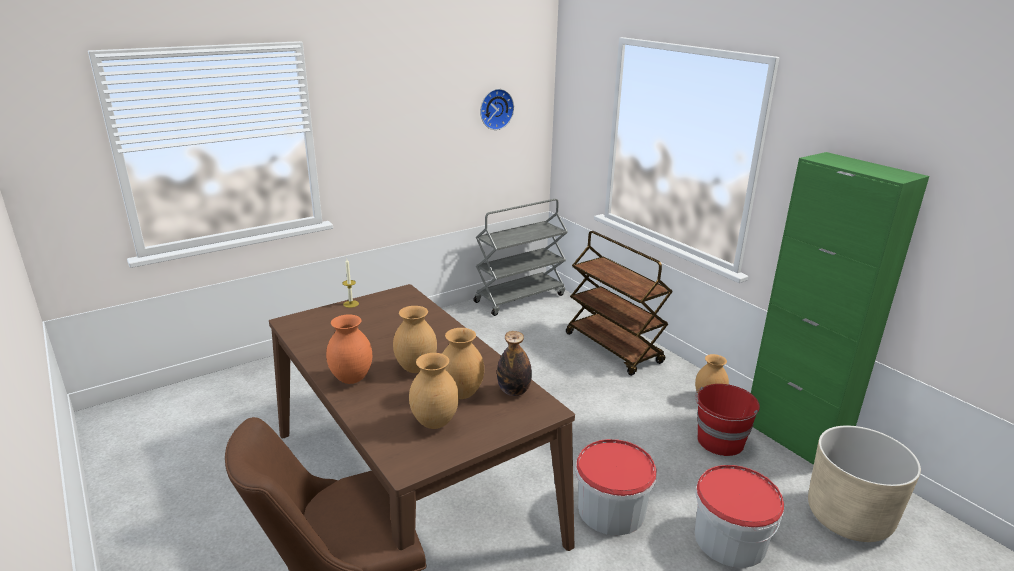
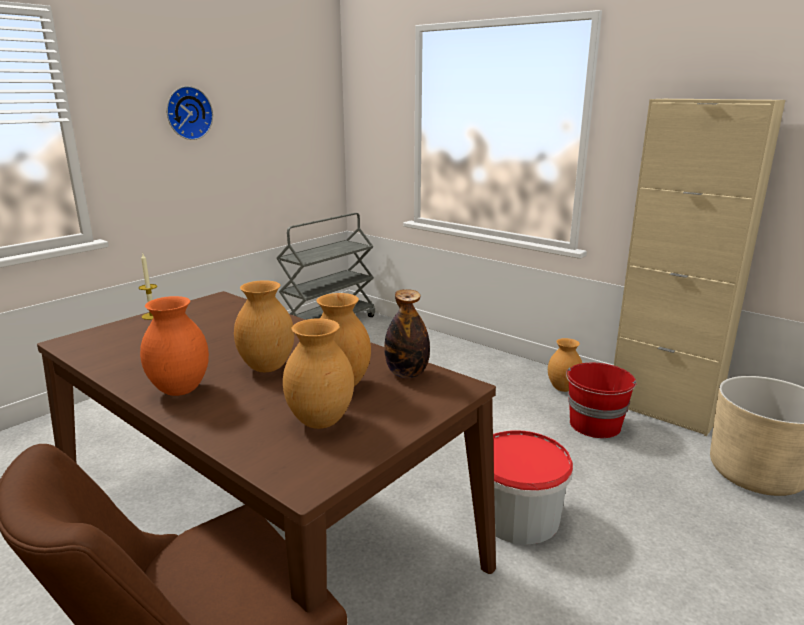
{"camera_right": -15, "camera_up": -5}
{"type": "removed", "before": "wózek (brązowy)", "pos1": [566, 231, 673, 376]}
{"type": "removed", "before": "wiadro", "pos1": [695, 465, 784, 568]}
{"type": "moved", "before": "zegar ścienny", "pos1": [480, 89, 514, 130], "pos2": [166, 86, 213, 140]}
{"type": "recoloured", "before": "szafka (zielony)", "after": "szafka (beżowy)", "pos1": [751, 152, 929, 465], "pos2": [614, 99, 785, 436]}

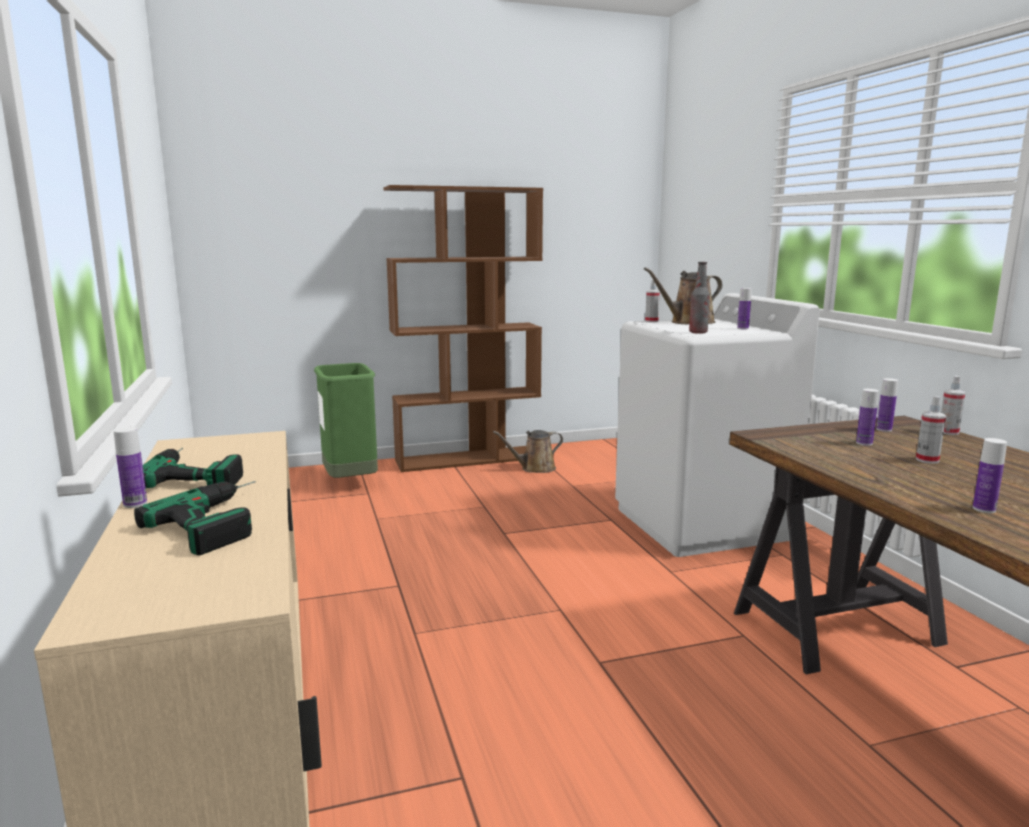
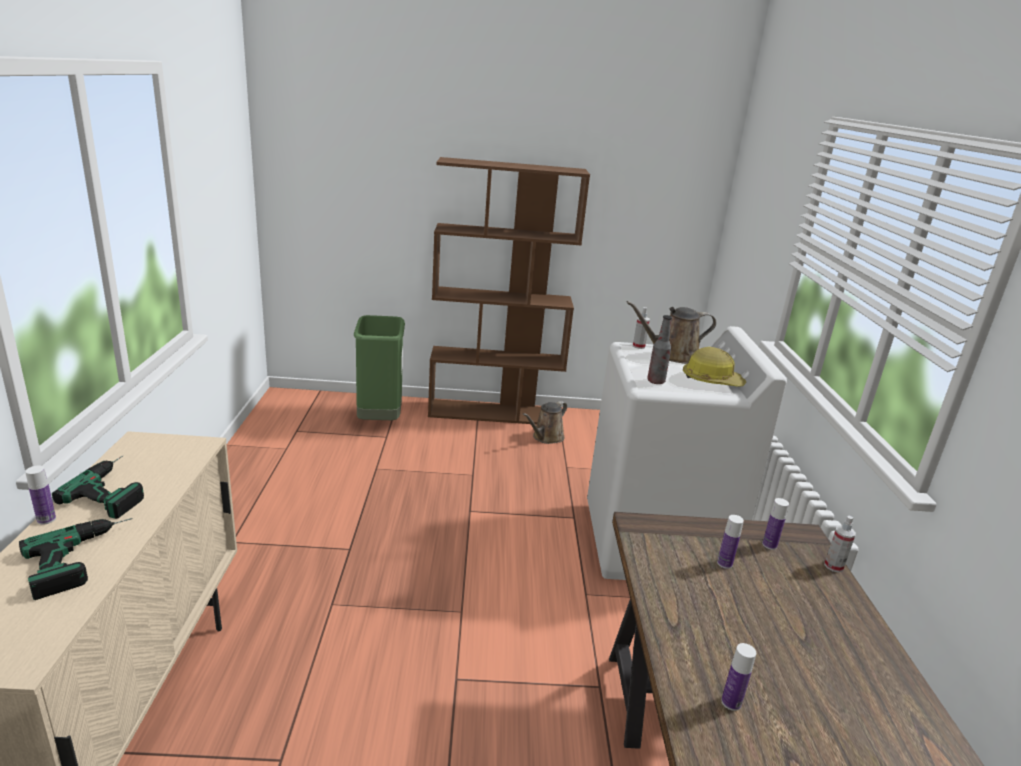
{"camera_right": 15, "camera_up": 10}
{"type": "removed", "before": "spryskiwacz", "pos1": [916, 396, 946, 464]}
{"type": "replaced", "before": "butelka", "after": "kask", "pos1": [737, 288, 752, 330], "pos2": [683, 347, 746, 387]}
{"type": "turned", "before": "konewka (brązowy)", "pos1": [493, 430, 563, 473], "pos2": [523, 401, 567, 444], "turn": -45}

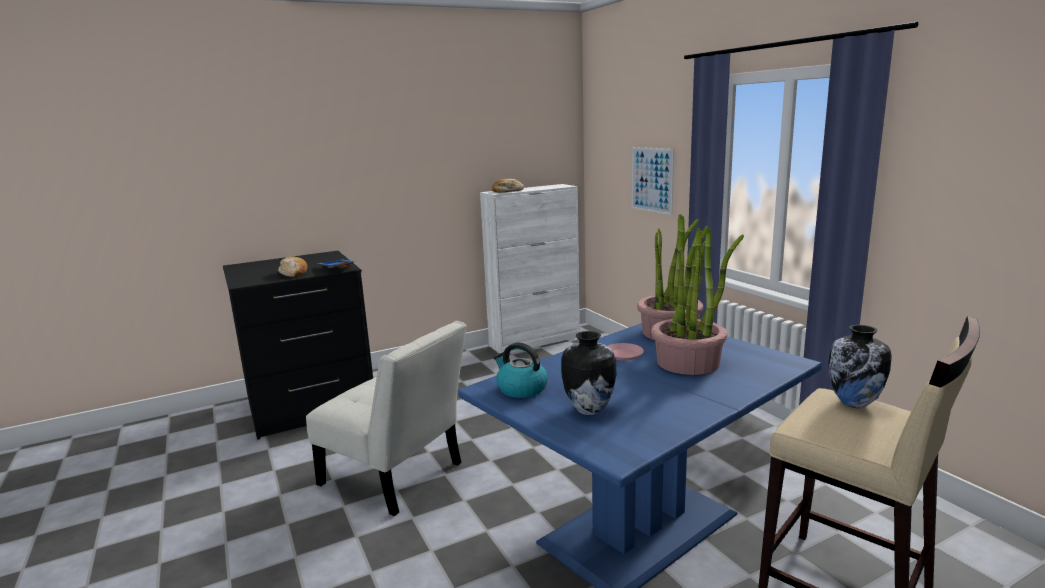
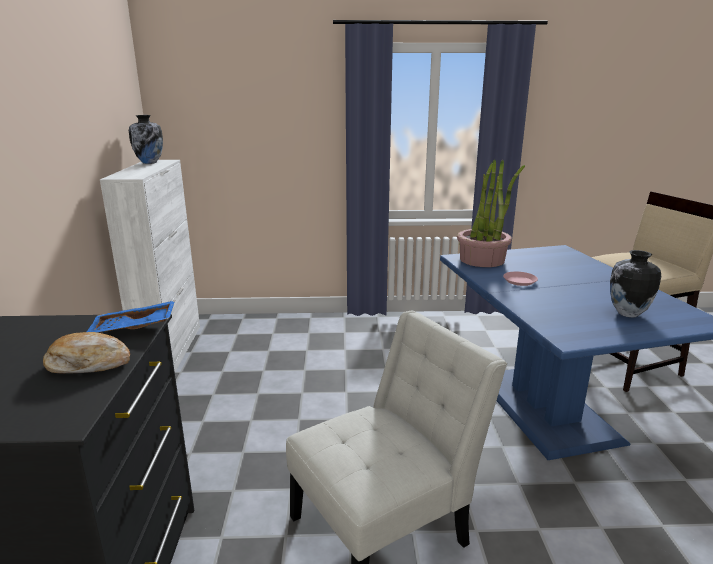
{"camera_right": -65, "camera_up": 5}
{"type": "removed", "before": "chleb", "pos1": [492, 179, 524, 193]}
{"type": "removed", "before": "czajnik", "pos1": [493, 342, 548, 398]}
{"type": "removed", "before": "obraz", "pos1": [632, 147, 674, 215]}
{"type": "removed", "before": "roślina doniczkowa", "pos1": [651, 227, 744, 375]}
{"type": "moved", "before": "wazon", "pos1": [828, 325, 892, 408], "pos2": [129, 115, 163, 164]}

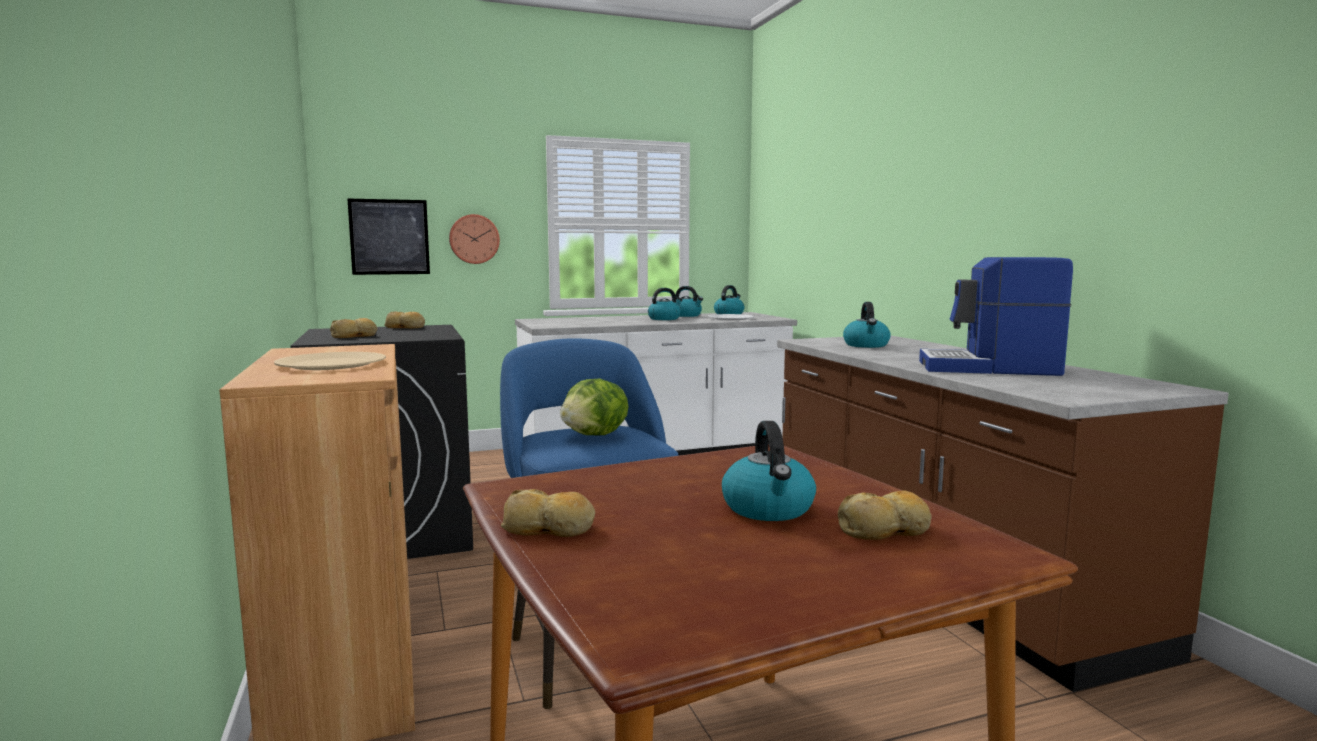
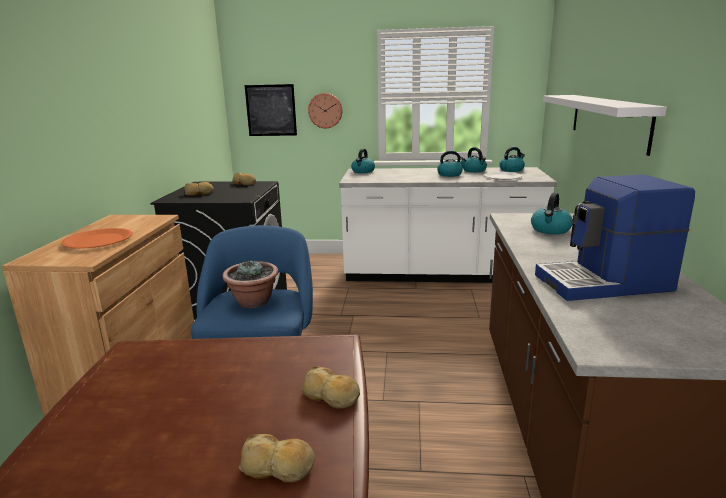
{"camera_right": 25, "camera_up": 10}
{"type": "added", "after": "półka (biały)", "pos2": [543, 95, 667, 156]}
{"type": "moved", "before": "chleb", "pos1": [501, 489, 595, 537], "pos2": [301, 366, 360, 409]}
{"type": "moved", "before": "czajnik", "pos1": [722, 421, 816, 521], "pos2": [351, 149, 375, 173]}
{"type": "replaced", "before": "sałata", "after": "roślina doniczkowa", "pos1": [560, 379, 628, 435], "pos2": [222, 261, 278, 308]}
{"type": "recoloured", "before": "talerz (beżowy)", "after": "talerz (pomarańczowy)", "pos1": [274, 352, 386, 370], "pos2": [61, 228, 133, 249]}
{"type": "turned", "before": "ekspres do kawy", "pos1": [919, 257, 1073, 376], "pos2": [535, 175, 695, 301], "turn": -45}

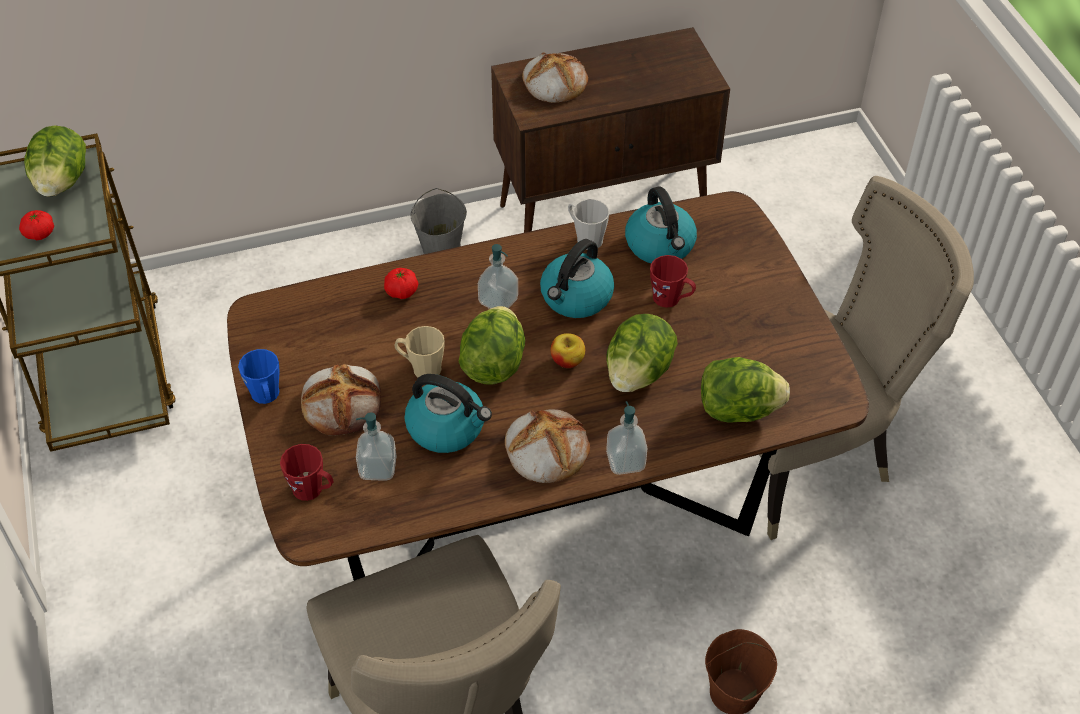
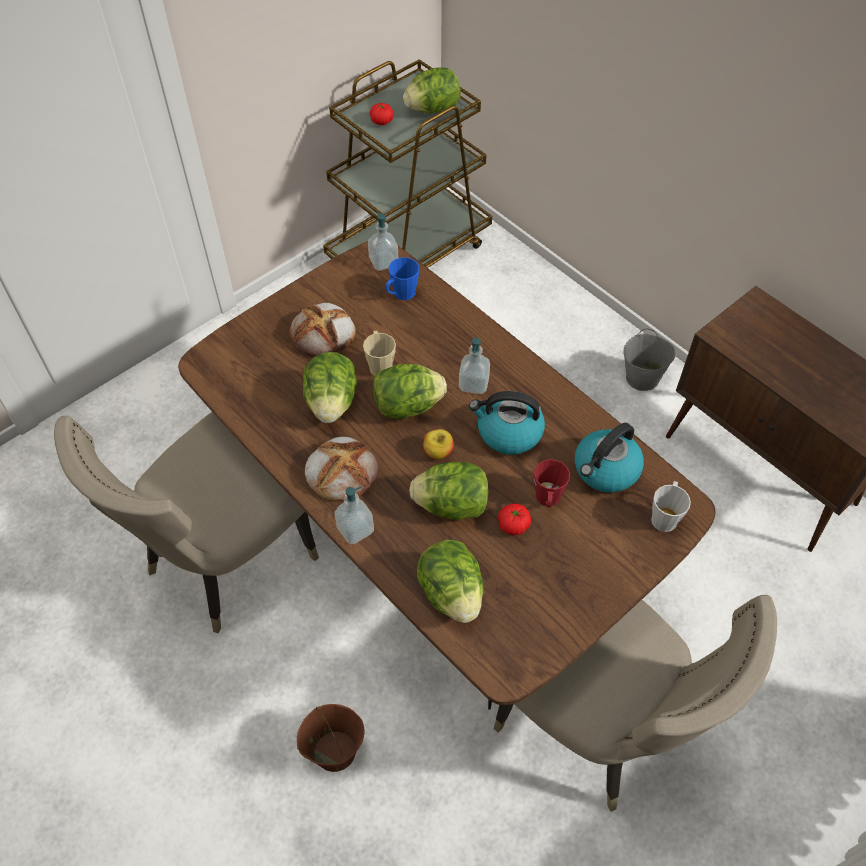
{"camera_right": 65, "camera_up": 5}
{"type": "removed", "before": "kubek (czerwony)", "pos1": [280, 444, 333, 501]}
{"type": "removed", "before": "chleb", "pos1": [522, 53, 588, 103]}
{"type": "moved", "before": "kubek (niebieski)", "pos1": [238, 349, 279, 404], "pos2": [385, 257, 419, 300]}
{"type": "moved", "before": "dozownik mydła", "pos1": [356, 412, 397, 481], "pos2": [368, 212, 398, 271]}
{"type": "moved", "before": "pomidor", "pos1": [384, 268, 418, 299], "pos2": [498, 504, 531, 535]}
{"type": "moved", "before": "kubek (szary)", "pos1": [568, 199, 609, 248], "pos2": [651, 481, 691, 532]}
{"type": "replaced", "before": "czajnik", "after": "sałata", "pos1": [405, 374, 492, 453], "pos2": [302, 352, 357, 423]}

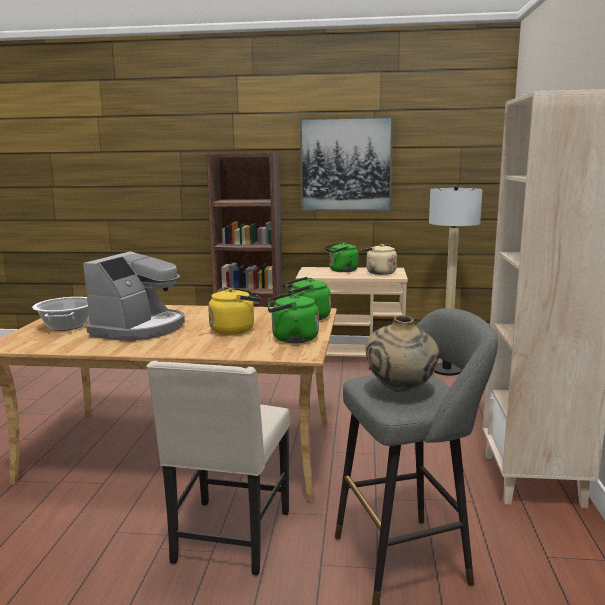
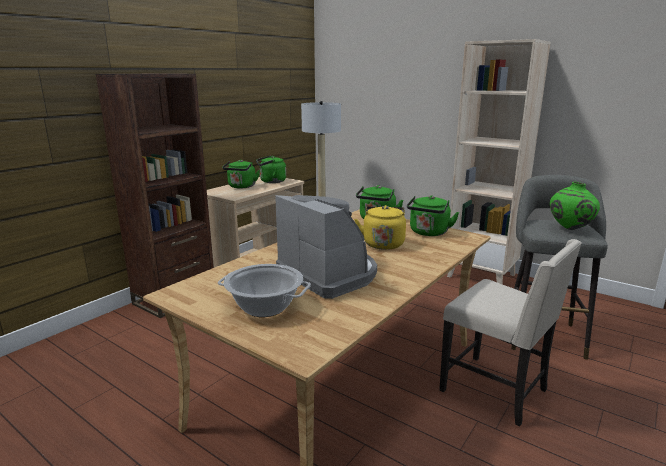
{"camera_right": -60, "camera_up": 5}
{"type": "removed", "before": "obraz", "pos1": [300, 116, 393, 211]}
{"type": "recoloured", "before": "czajnik (beżowy)", "after": "czajnik (zielony)", "pos1": [361, 244, 397, 275], "pos2": [256, 156, 286, 183]}
{"type": "recoloured", "before": "wazon (beżowy)", "after": "wazon (zielony)", "pos1": [365, 316, 439, 392], "pos2": [550, 182, 600, 230]}

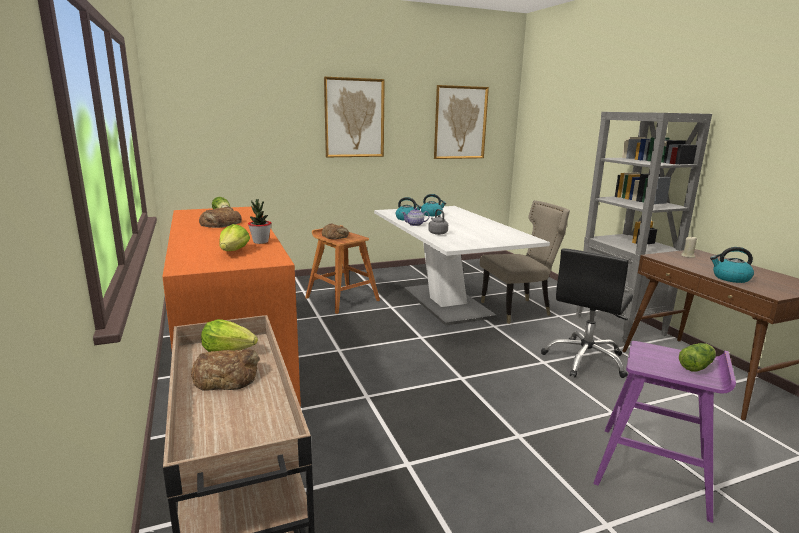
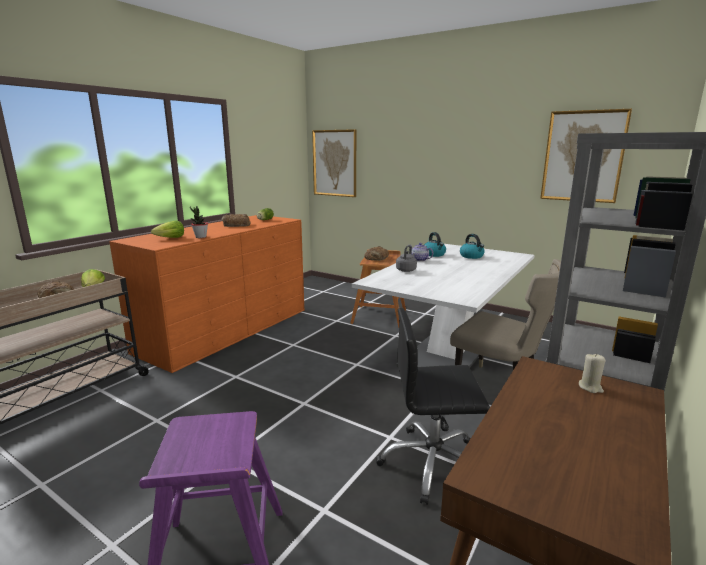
{"camera_right": 55, "camera_up": 0}
{"type": "removed", "before": "sałata", "pos1": [679, 343, 716, 372]}
{"type": "removed", "before": "czajnik", "pos1": [710, 247, 754, 283]}
{"type": "moved", "before": "obraz", "pos1": [324, 77, 385, 157], "pos2": [312, 129, 356, 197]}

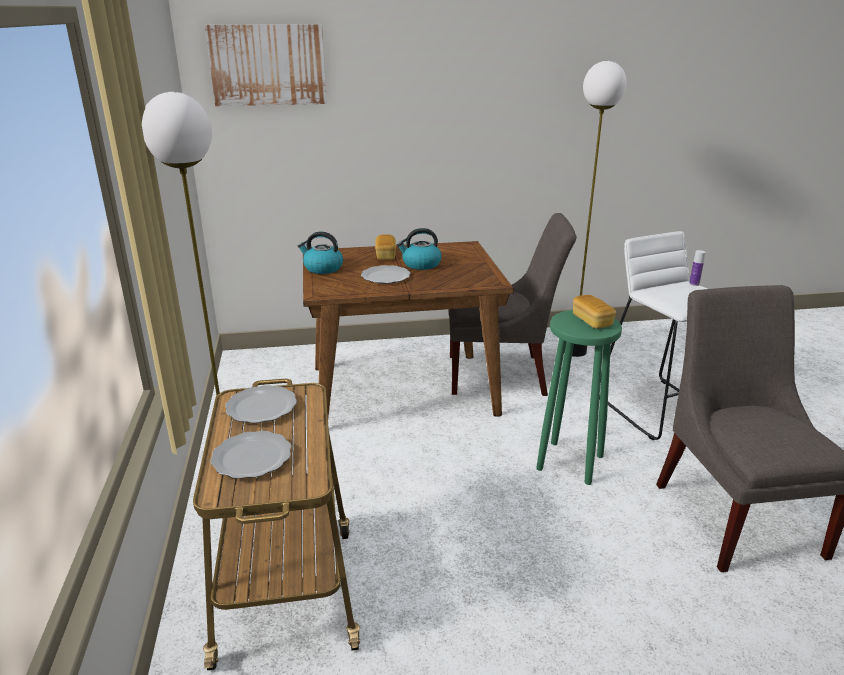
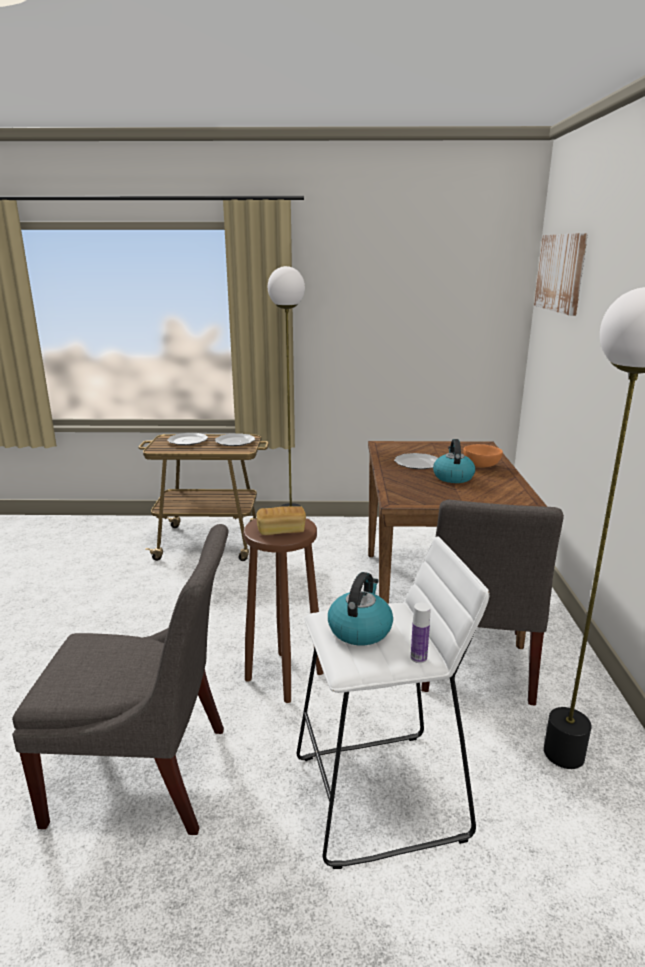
{"camera_right": 100, "camera_up": -5}
{"type": "moved", "before": "czajnik", "pos1": [298, 232, 343, 274], "pos2": [328, 572, 393, 645]}
{"type": "replaced", "before": "chleb", "after": "miska (pomarańczowy)", "pos1": [375, 234, 396, 260], "pos2": [463, 444, 503, 467]}
{"type": "recoloured", "before": "stołek (zielony)", "after": "stołek (brązowy)", "pos1": [536, 310, 622, 485], "pos2": [243, 518, 323, 703]}

